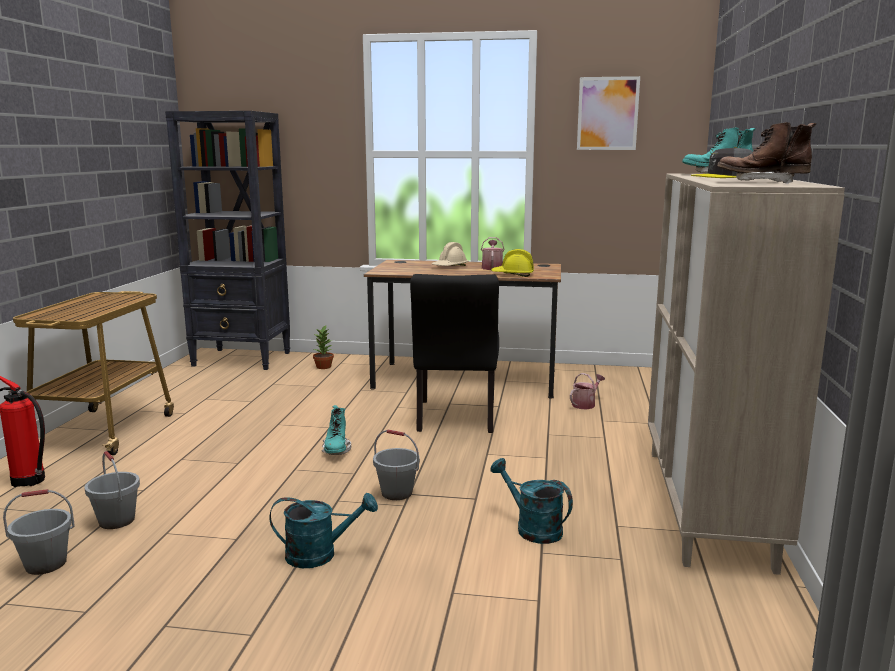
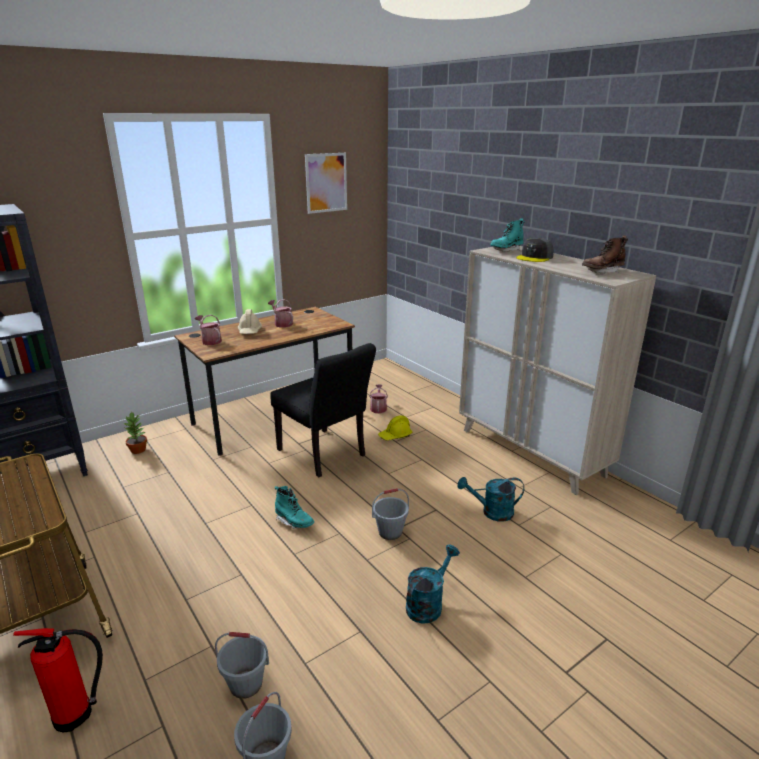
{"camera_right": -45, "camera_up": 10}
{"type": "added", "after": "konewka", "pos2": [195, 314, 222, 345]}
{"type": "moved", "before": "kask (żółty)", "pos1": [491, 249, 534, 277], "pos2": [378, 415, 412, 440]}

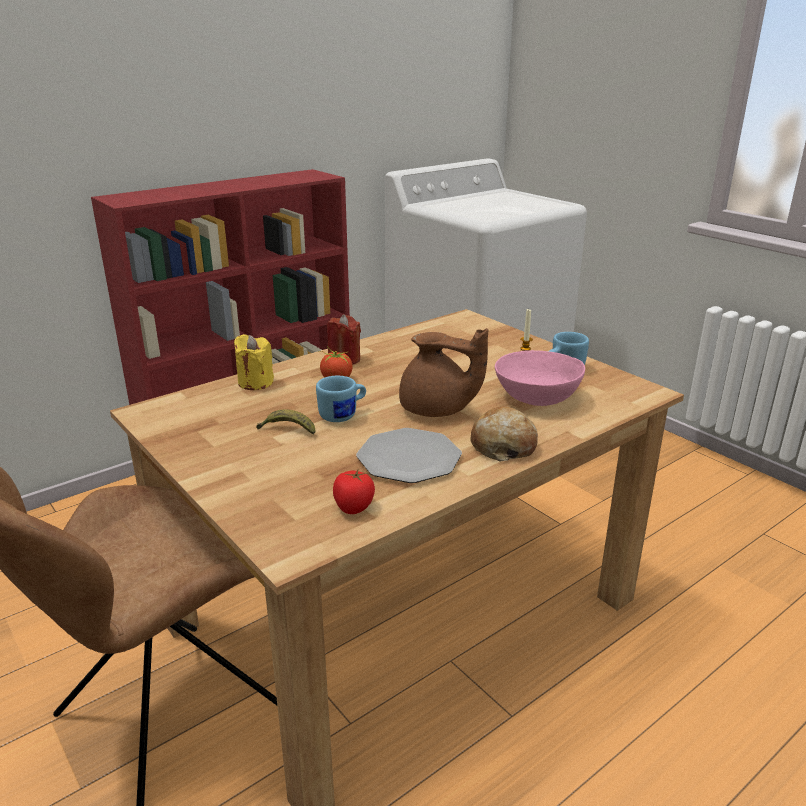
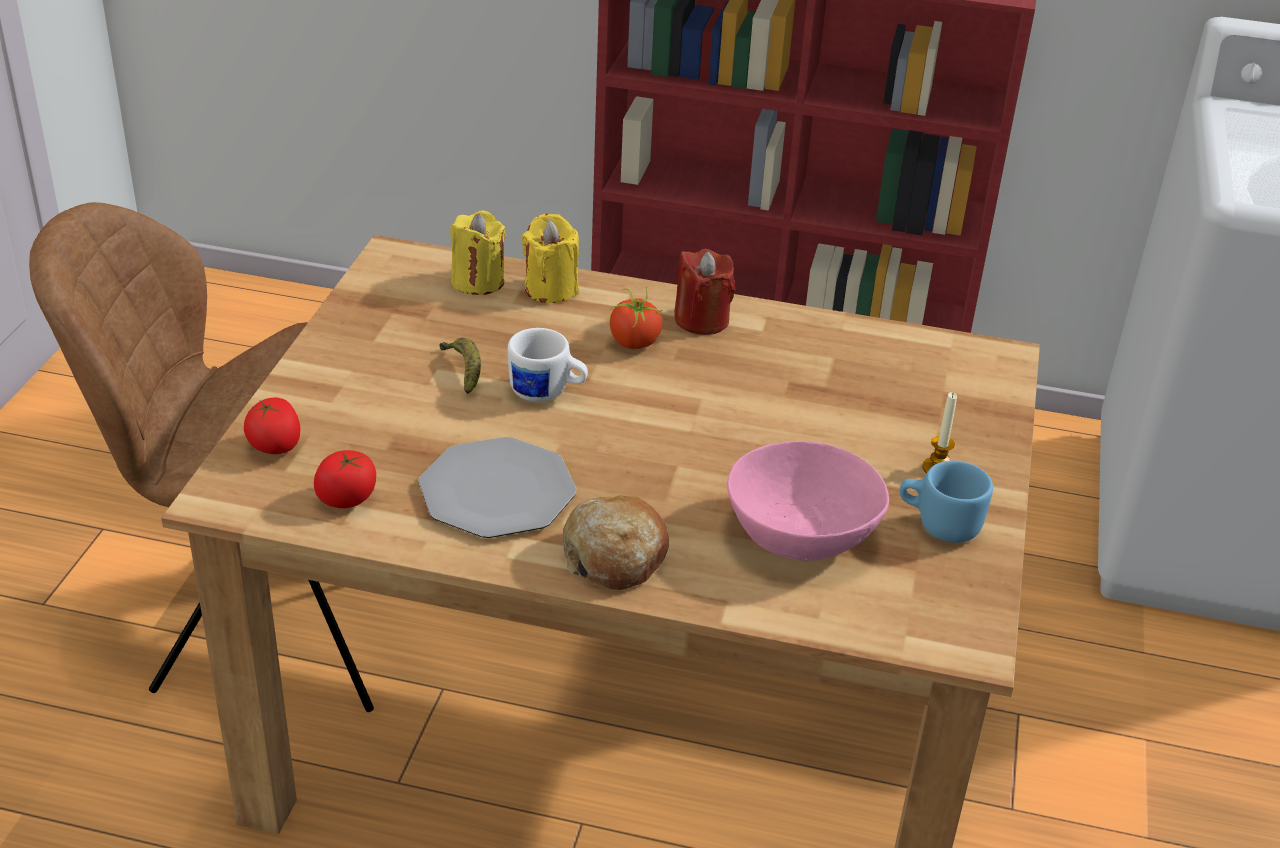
{"camera_right": 50, "camera_up": 10}
{"type": "removed", "before": "imbryk (brązowy)", "pos1": [399, 328, 488, 417]}
{"type": "added", "after": "pomidor", "pos2": [244, 397, 300, 454]}
{"type": "added", "after": "świeca (żółty)", "pos2": [450, 210, 506, 295]}
{"type": "recoloured", "before": "kubek (niebieski)", "after": "kubek (biały)", "pos1": [316, 376, 366, 422], "pos2": [508, 328, 588, 402]}

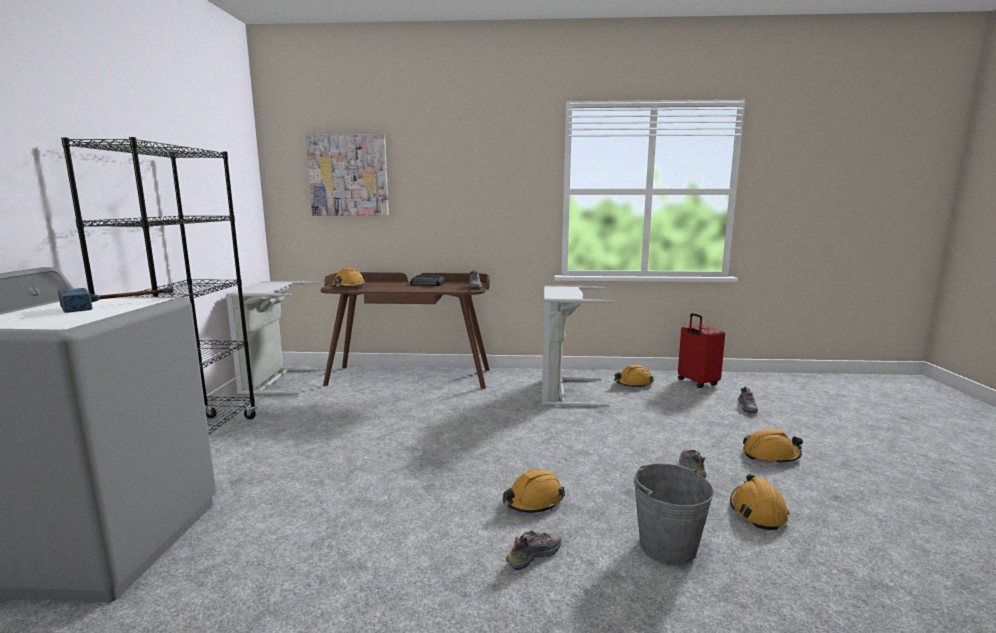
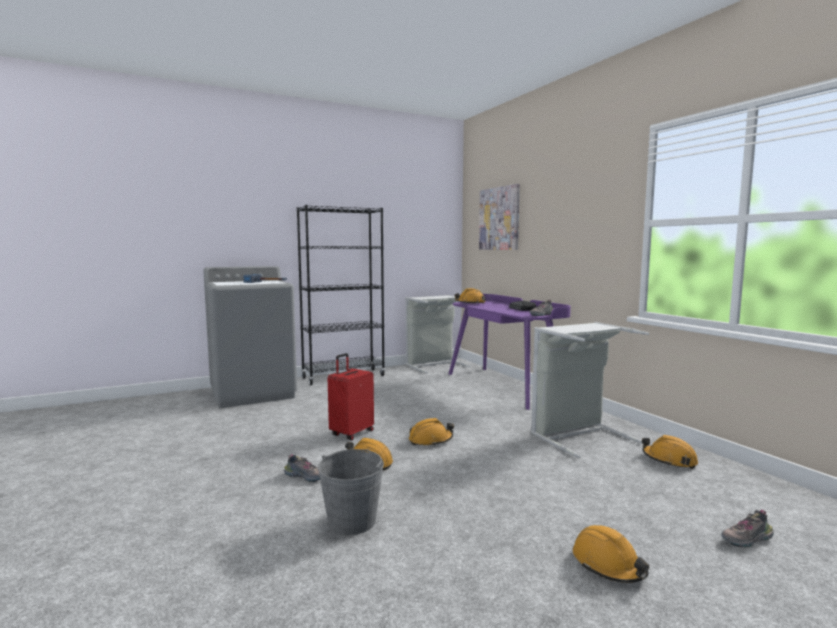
{"camera_right": 60, "camera_up": -5}
{"type": "removed", "before": "but", "pos1": [679, 449, 706, 478]}
{"type": "moved", "before": "walizka (czerwony)", "pos1": [678, 313, 725, 388], "pos2": [328, 353, 374, 440]}
{"type": "moved", "before": "kask (pomarańczowy)", "pos1": [730, 474, 789, 530], "pos2": [409, 418, 454, 446]}
{"type": "recoloured", "before": "biurko (brązowy)", "after": "biurko (fioletowy)", "pos1": [321, 272, 490, 389], "pos2": [449, 294, 571, 410]}

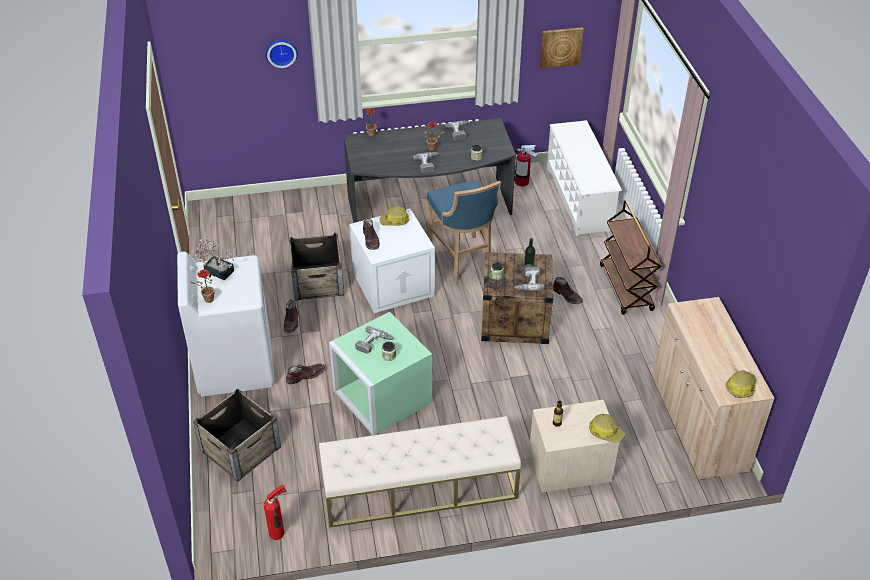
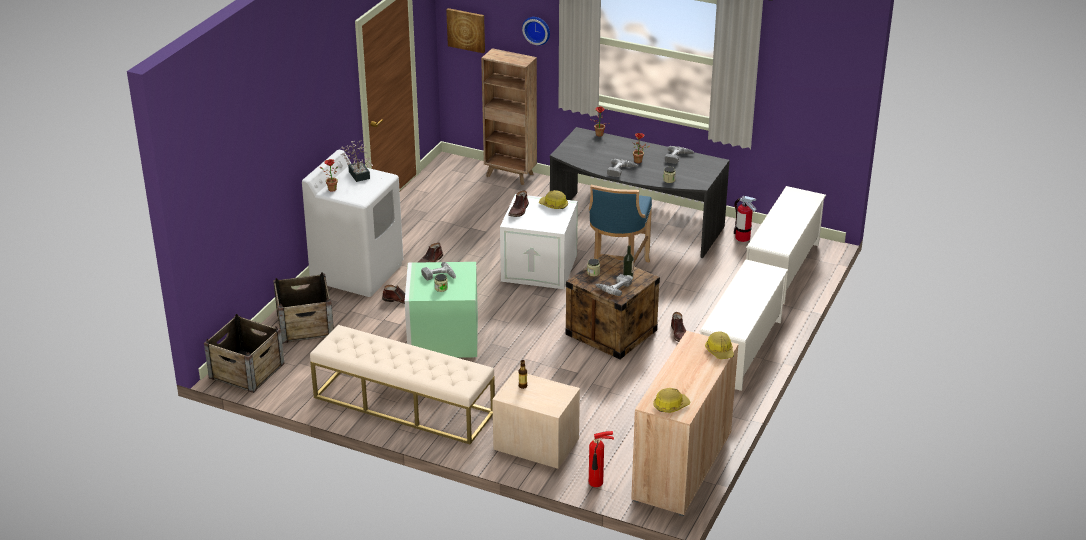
{"camera_right": 35, "camera_up": -10}
{"type": "added", "after": "regał (brązowy)", "pos2": [481, 48, 537, 185]}
{"type": "moved", "before": "gaśnica", "pos1": [264, 485, 286, 540], "pos2": [589, 431, 614, 487]}
{"type": "moved", "before": "skrzynka", "pos1": [289, 233, 344, 300], "pos2": [204, 314, 284, 393]}
{"type": "moved", "before": "obraz", "pos1": [540, 27, 584, 69], "pos2": [446, 8, 485, 53]}
{"type": "moved", "before": "kask", "pos1": [589, 414, 625, 443], "pos2": [705, 331, 734, 359]}
{"type": "replaced", "before": "wózek (brązowy)", "after": "regał na buty (biały)", "pos1": [600, 200, 662, 315], "pos2": [700, 259, 788, 391]}

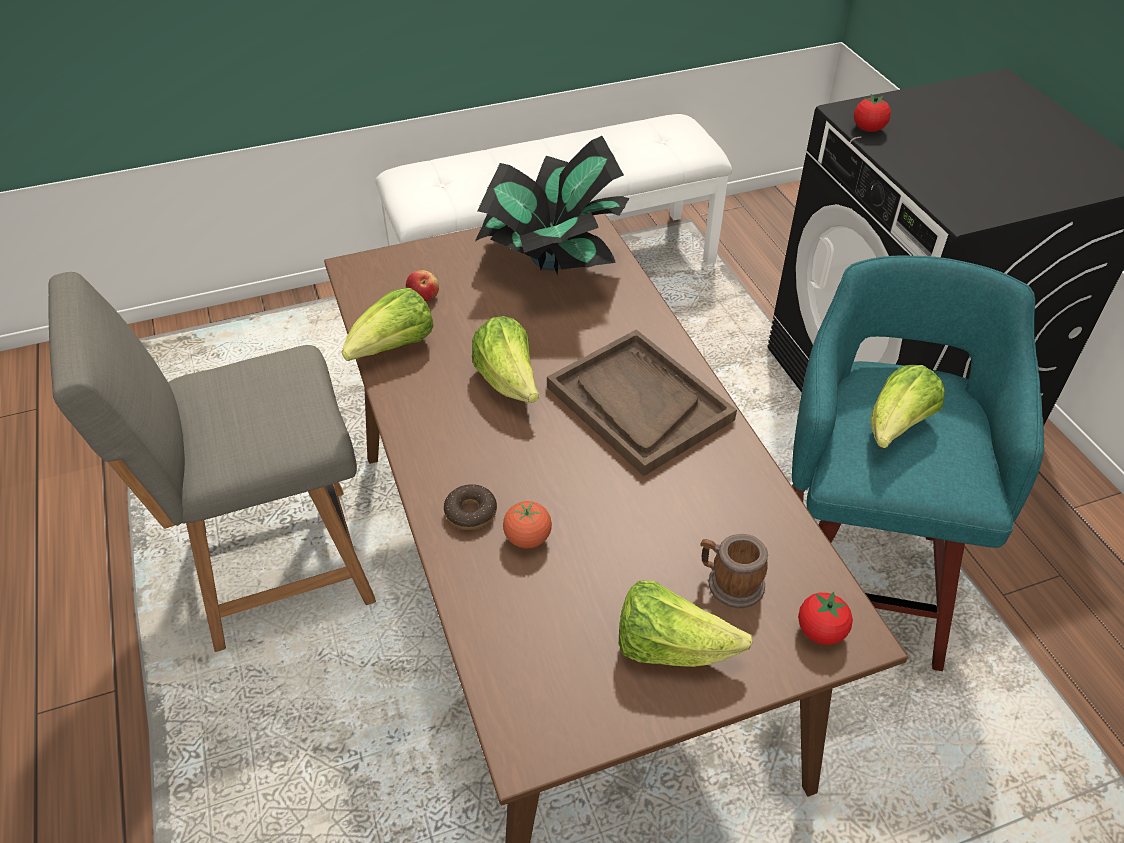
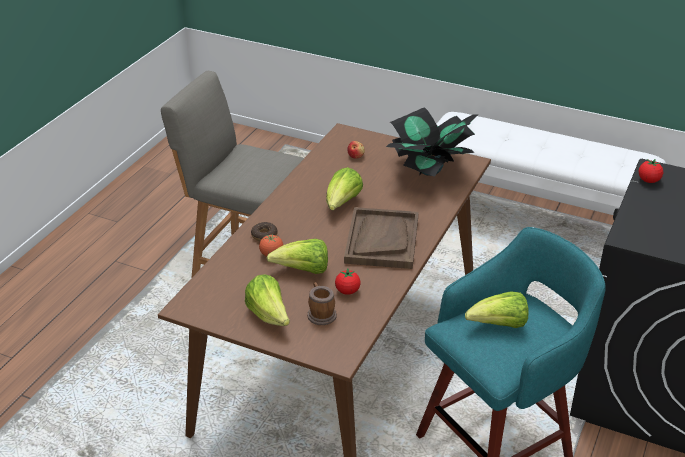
{"camera_right": 45, "camera_up": -10}
{"type": "moved", "before": "sałata", "pos1": [342, 287, 434, 361], "pos2": [267, 239, 328, 274]}
{"type": "moved", "before": "pomidor", "pos1": [798, 591, 853, 645], "pos2": [335, 268, 361, 295]}

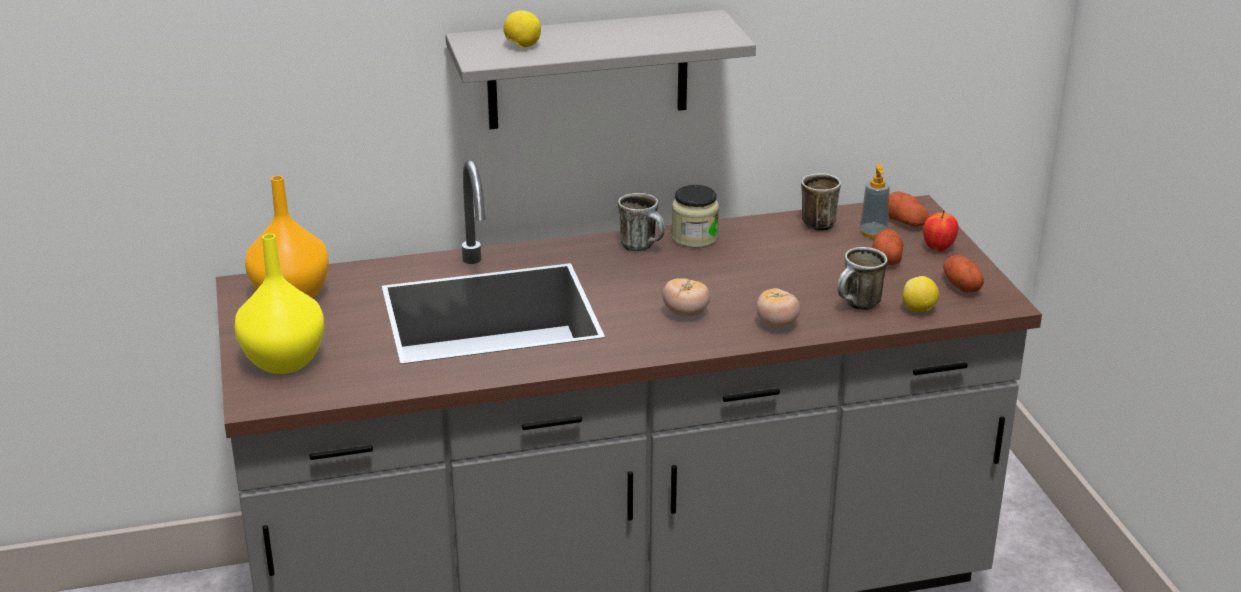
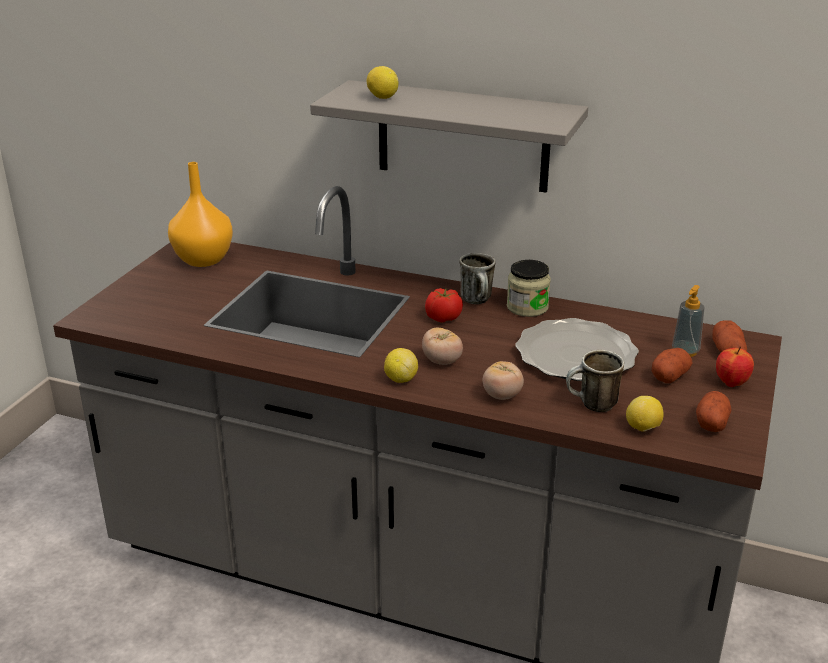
{"camera_right": 35, "camera_up": 0}
{"type": "removed", "before": "wazon (żółty)", "pos1": [235, 234, 324, 374]}
{"type": "removed", "before": "kubek", "pos1": [801, 173, 841, 231]}
{"type": "added", "after": "cytryna", "pos2": [384, 348, 418, 383]}
{"type": "added", "after": "pomidor", "pos2": [425, 288, 463, 322]}
{"type": "added", "after": "talerz", "pos2": [516, 318, 639, 381]}

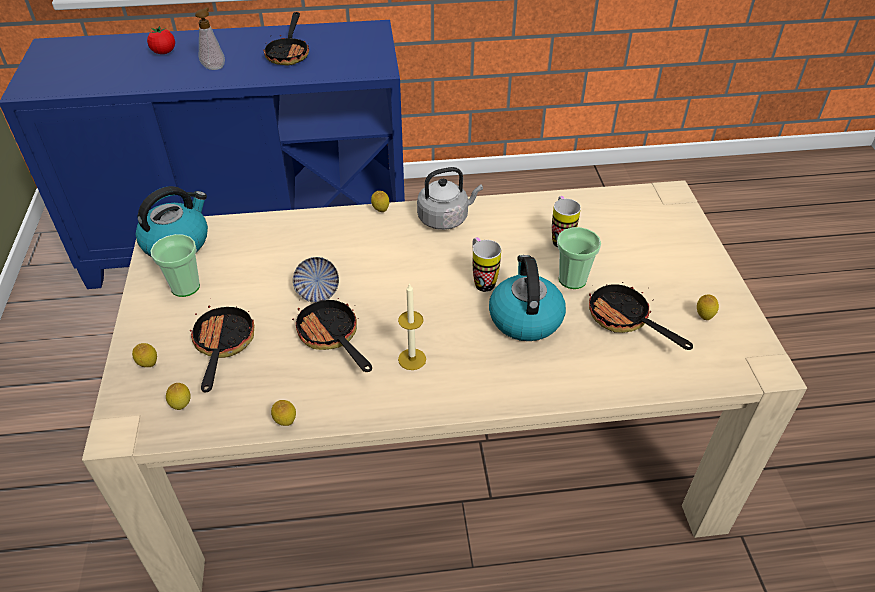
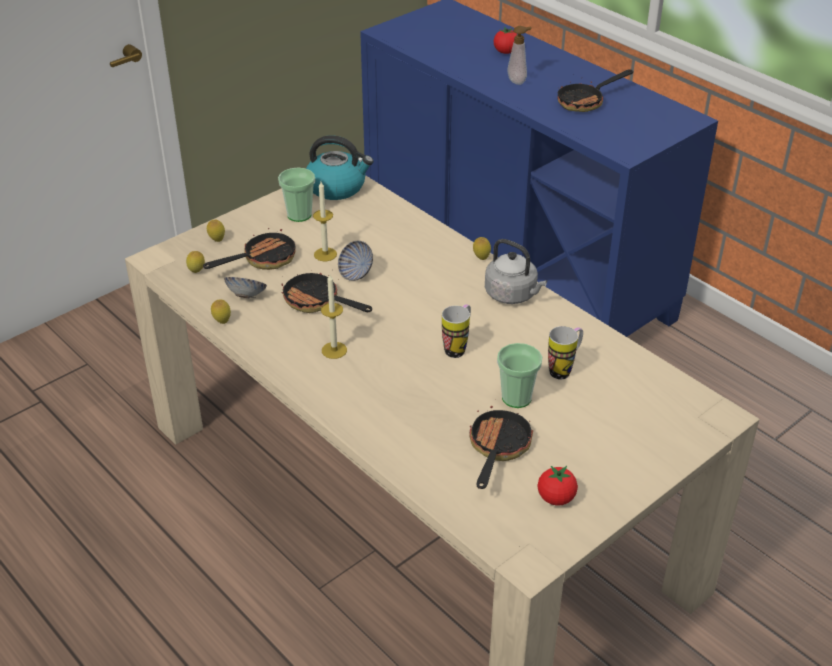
{"camera_right": 55, "camera_up": -5}
{"type": "removed", "before": "czajnik", "pos1": [489, 255, 566, 341]}
{"type": "added", "after": "miska", "pos2": [224, 277, 267, 298]}
{"type": "added", "after": "świeca", "pos2": [313, 182, 337, 261]}
{"type": "replaced", "before": "cytryna", "after": "pomidor", "pos1": [697, 294, 719, 320], "pos2": [538, 466, 578, 506]}
{"type": "turned", "before": "patelnia", "pos1": [292, 298, 372, 372], "pos2": [281, 270, 372, 313], "turn": -75}

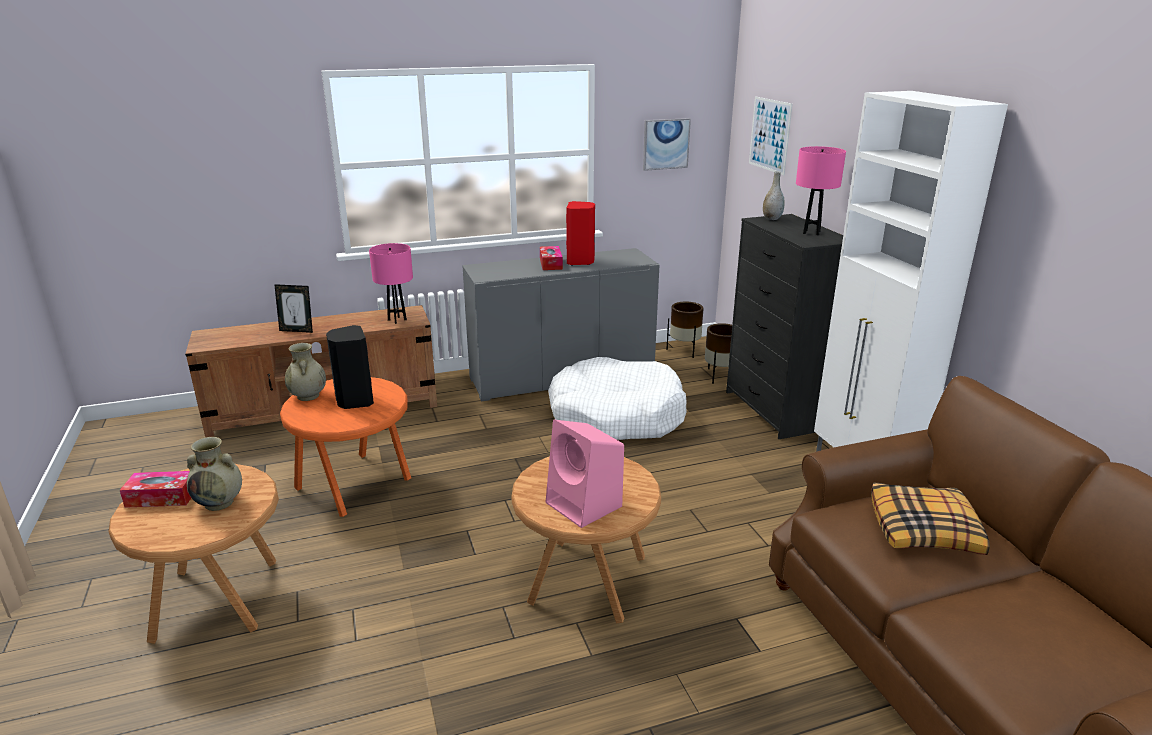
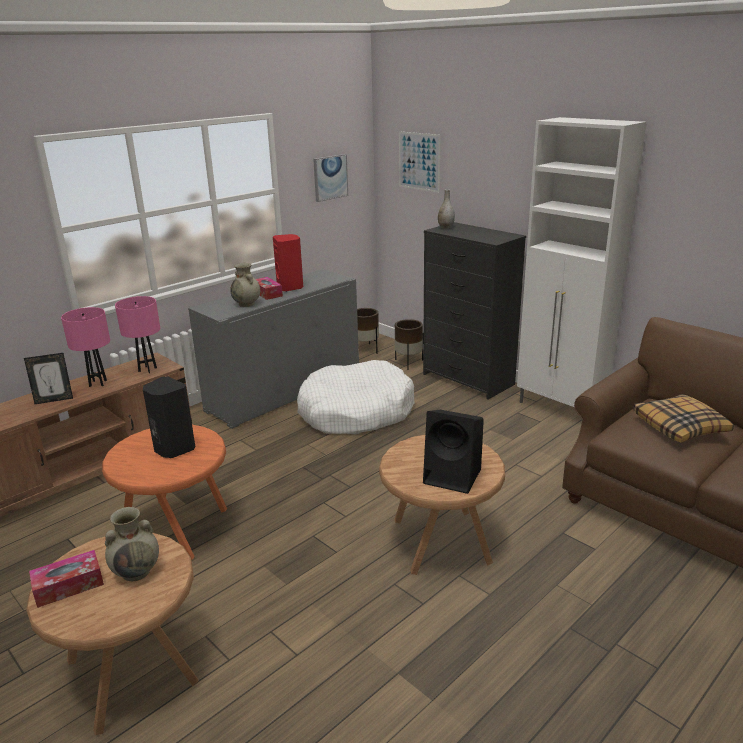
{"camera_right": -25, "camera_up": 0}
{"type": "moved", "before": "wazon (beżowy)", "pos1": [285, 343, 326, 401], "pos2": [230, 263, 260, 307]}
{"type": "moved", "before": "lampa stołowa (różowy)", "pos1": [796, 146, 846, 235], "pos2": [61, 307, 110, 387]}
{"type": "recoloured", "before": "głośnik (różowy)", "after": "głośnik (czarny)", "pos1": [546, 420, 624, 528], "pos2": [423, 410, 484, 494]}

